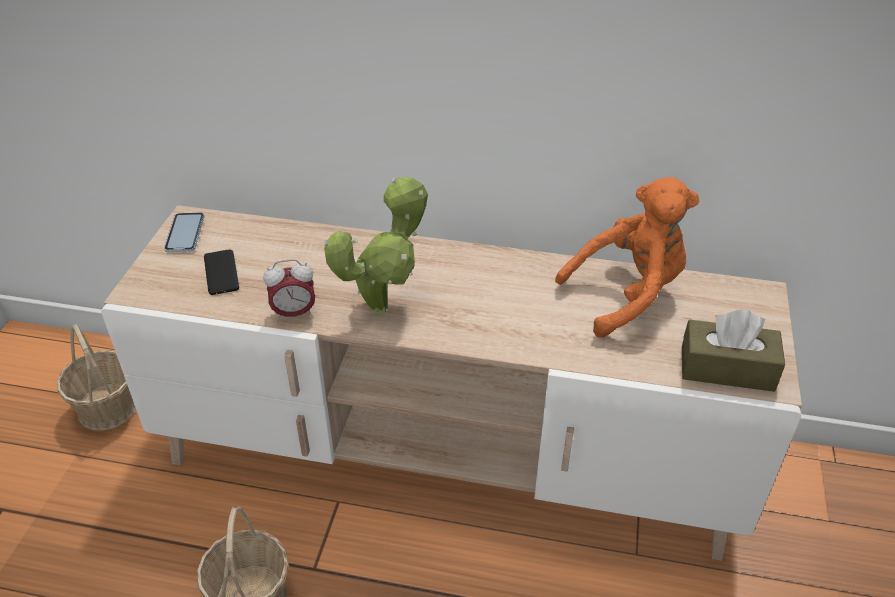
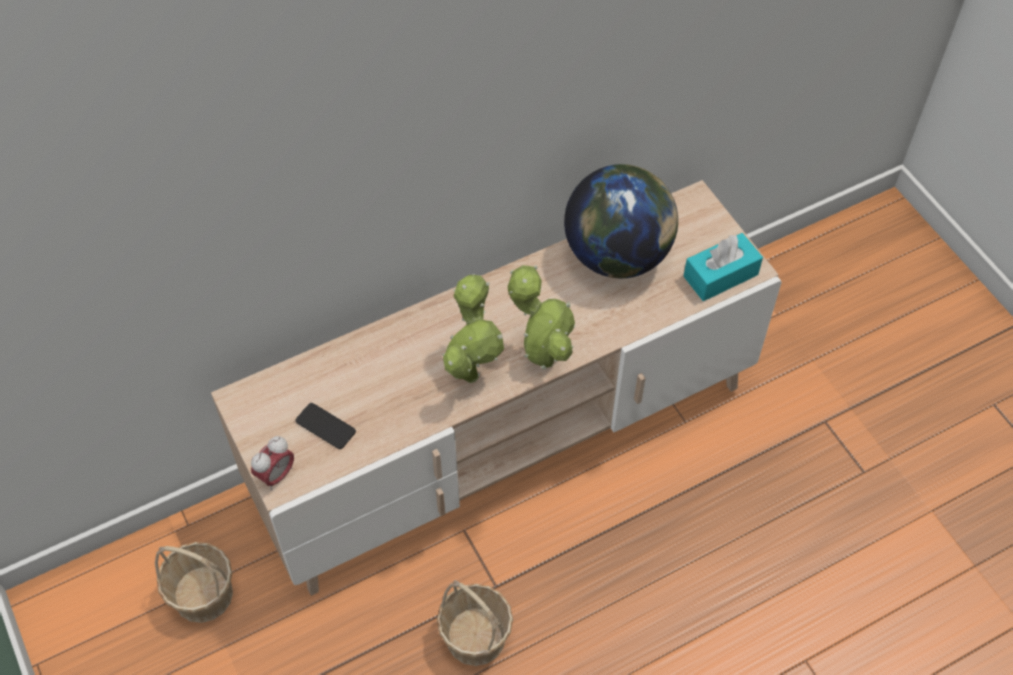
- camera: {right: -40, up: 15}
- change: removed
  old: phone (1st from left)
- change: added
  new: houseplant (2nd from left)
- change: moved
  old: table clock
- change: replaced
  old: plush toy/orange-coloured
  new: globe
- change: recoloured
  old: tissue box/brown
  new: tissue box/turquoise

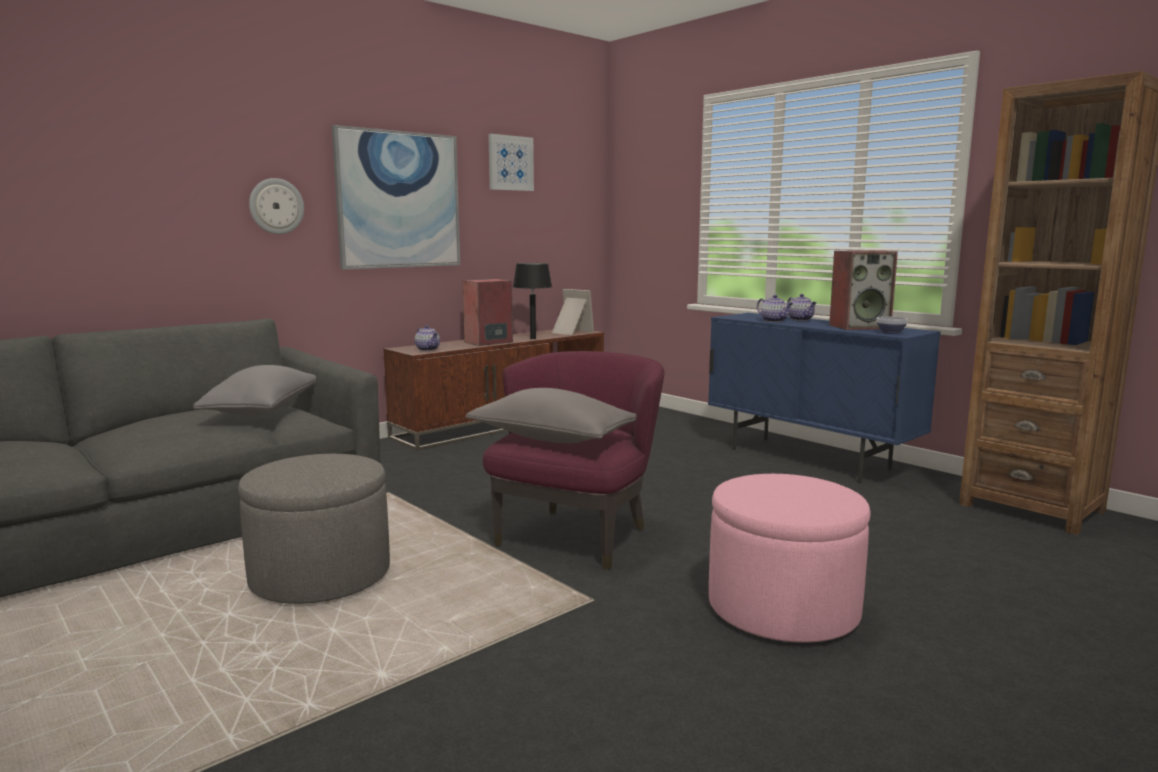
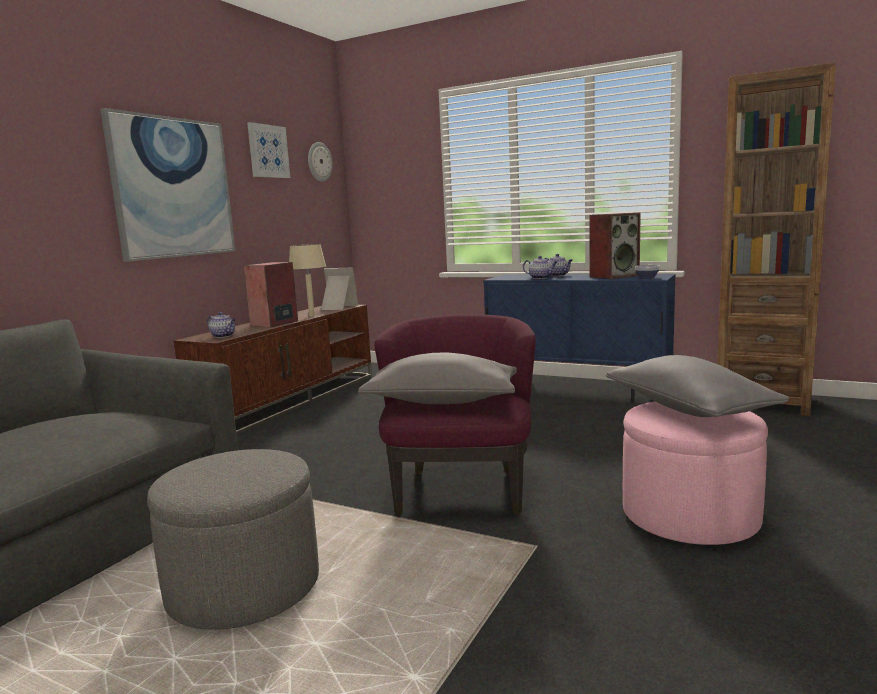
- camera: {right: -20, up: 0}
- change: moved
  old: cushion/greyish (1st from left in the first image)
  new: cushion/greyish (2nd from left)
- change: moved
  old: hanging clock
- change: recoloured
  old: lamp for a table/black
  new: lamp for a table/beige-coloured

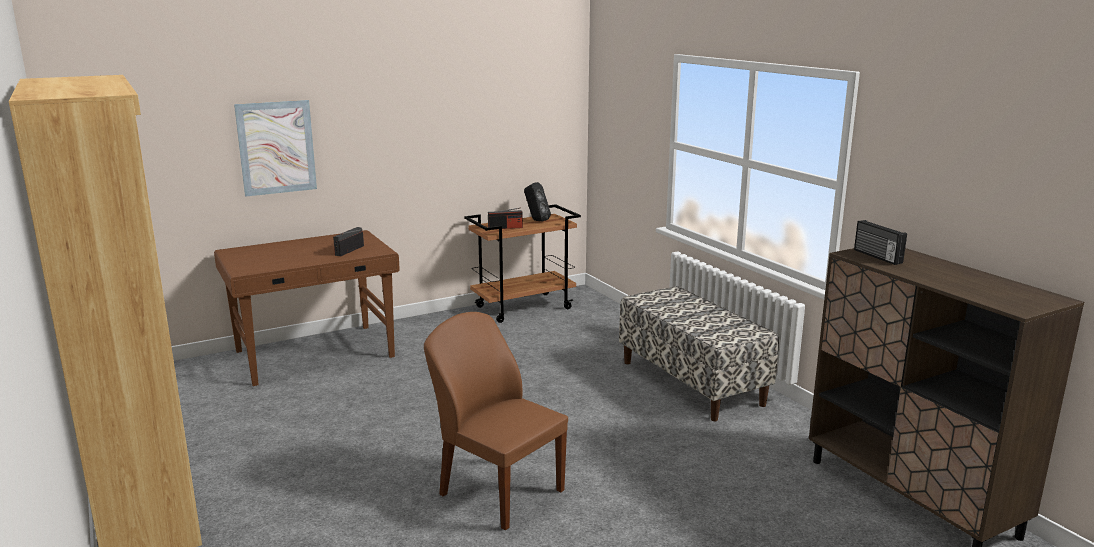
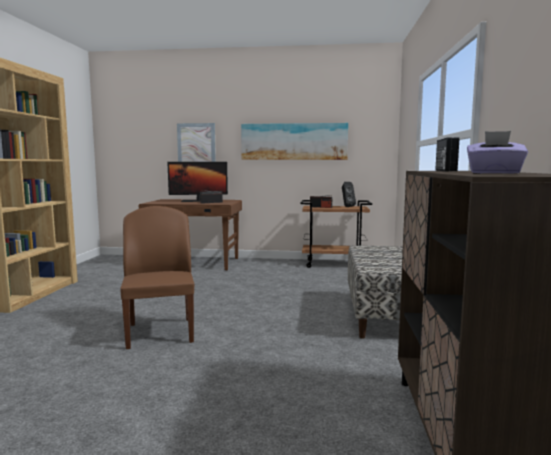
- camera: {right: 35, up: -10}
- change: added
  new: computer screen
- change: added
  new: picture (2nd from left)
- change: added
  new: tissue box/purple

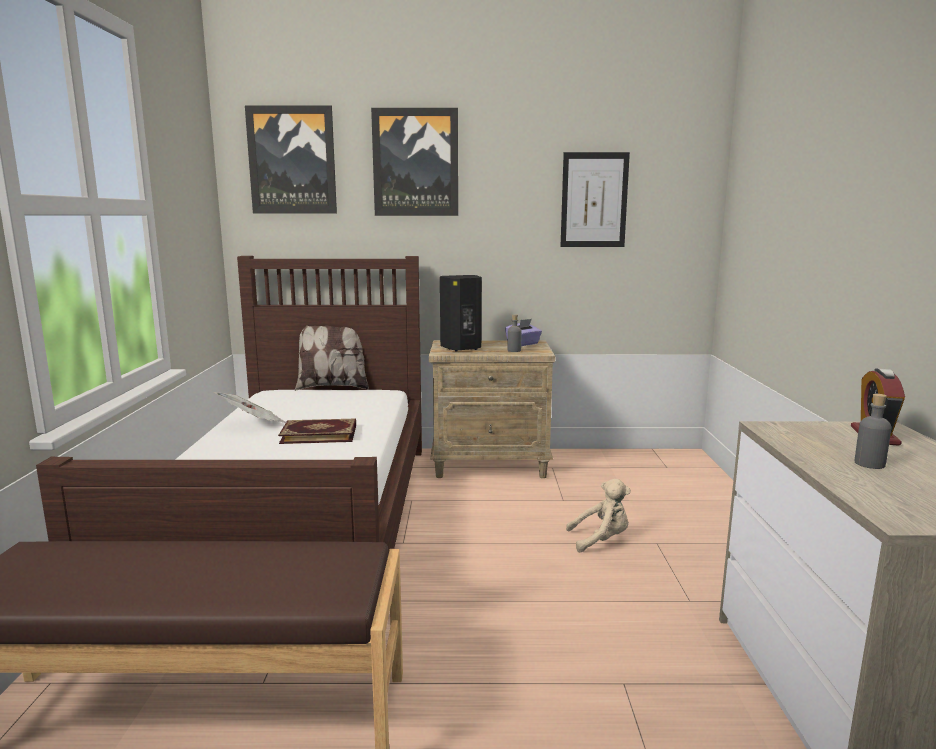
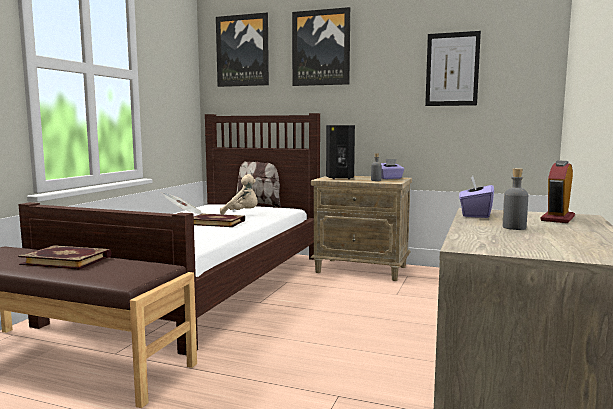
- camera: {right: 20, up: -5}
- change: added
  new: volume (1st from left)
- change: added
  new: tissue box/purple (2nd from left)
- change: moved
  old: plush toy/beige-coloured

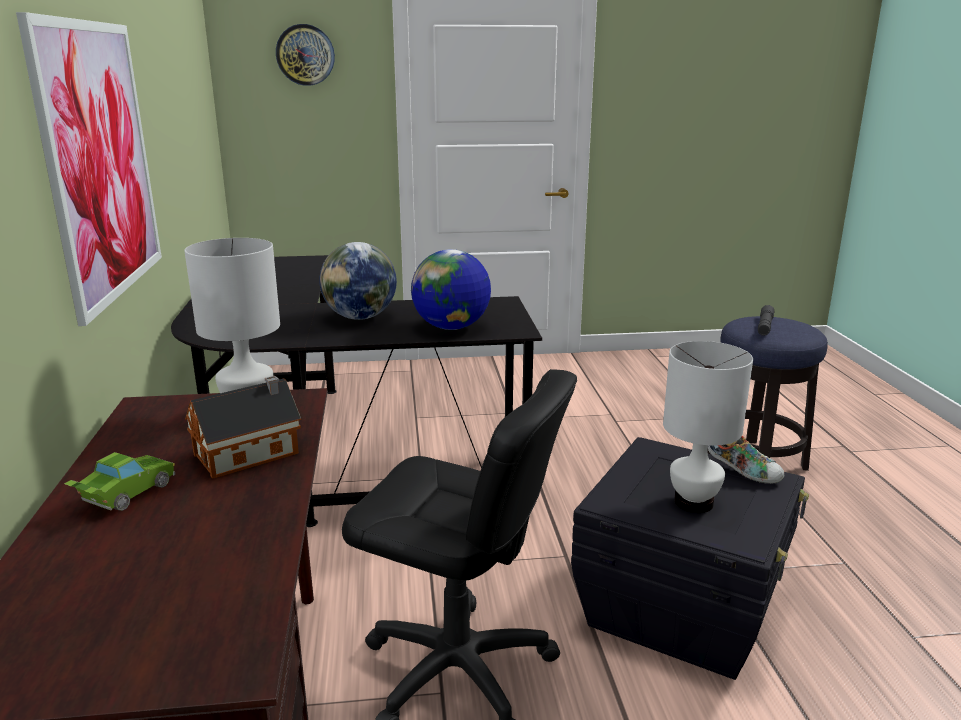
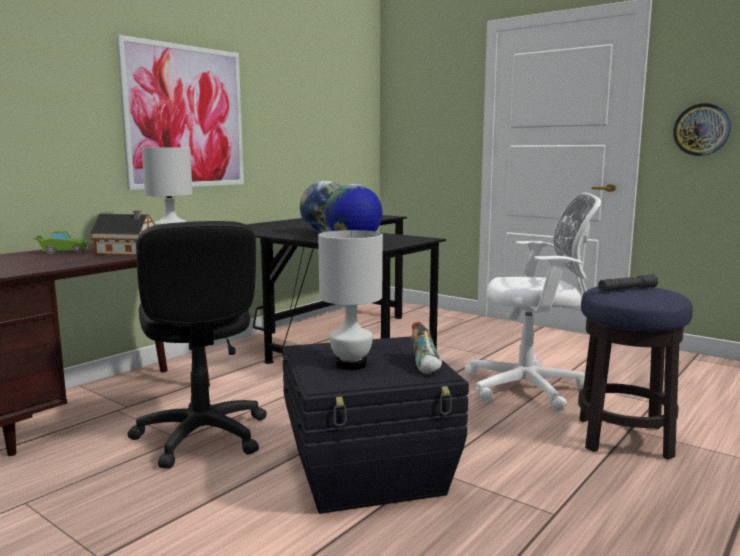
- camera: {right: 45, up: -10}
- change: added
  new: computer chair/whitish
- change: moved
  old: hanging clock

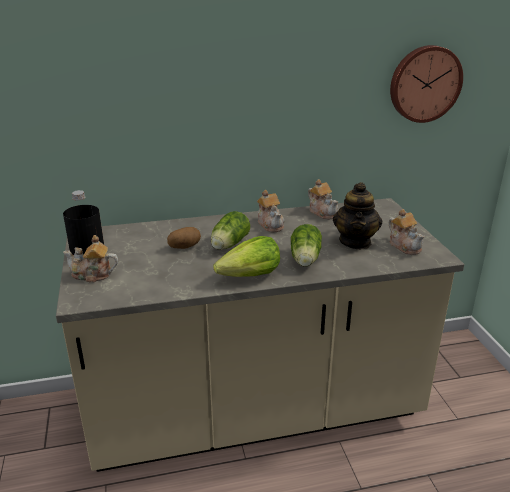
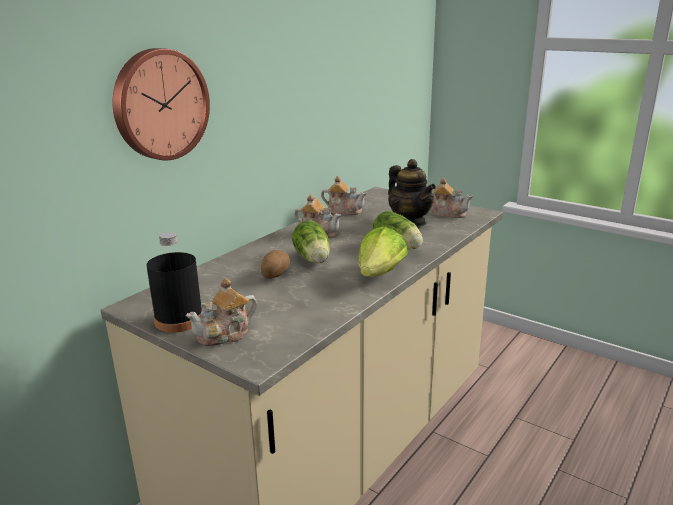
- camera: {right: -40, up: -5}
- change: moved
  old: hanging clock

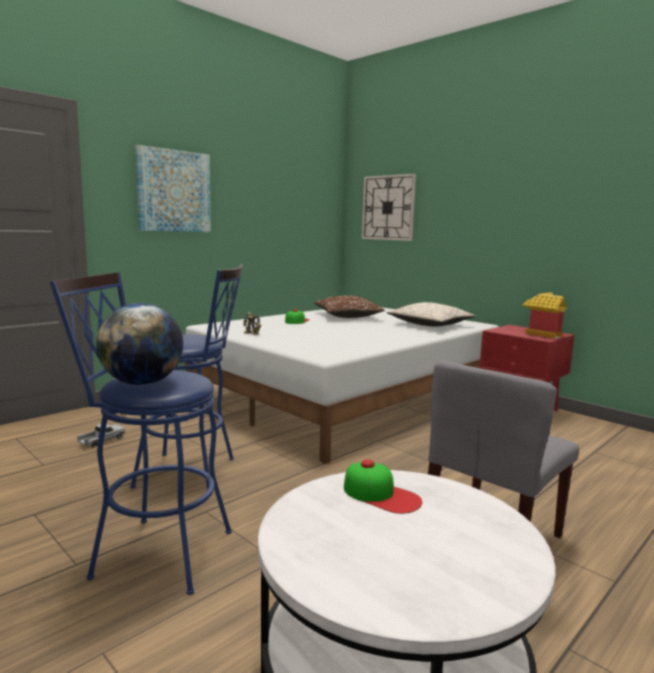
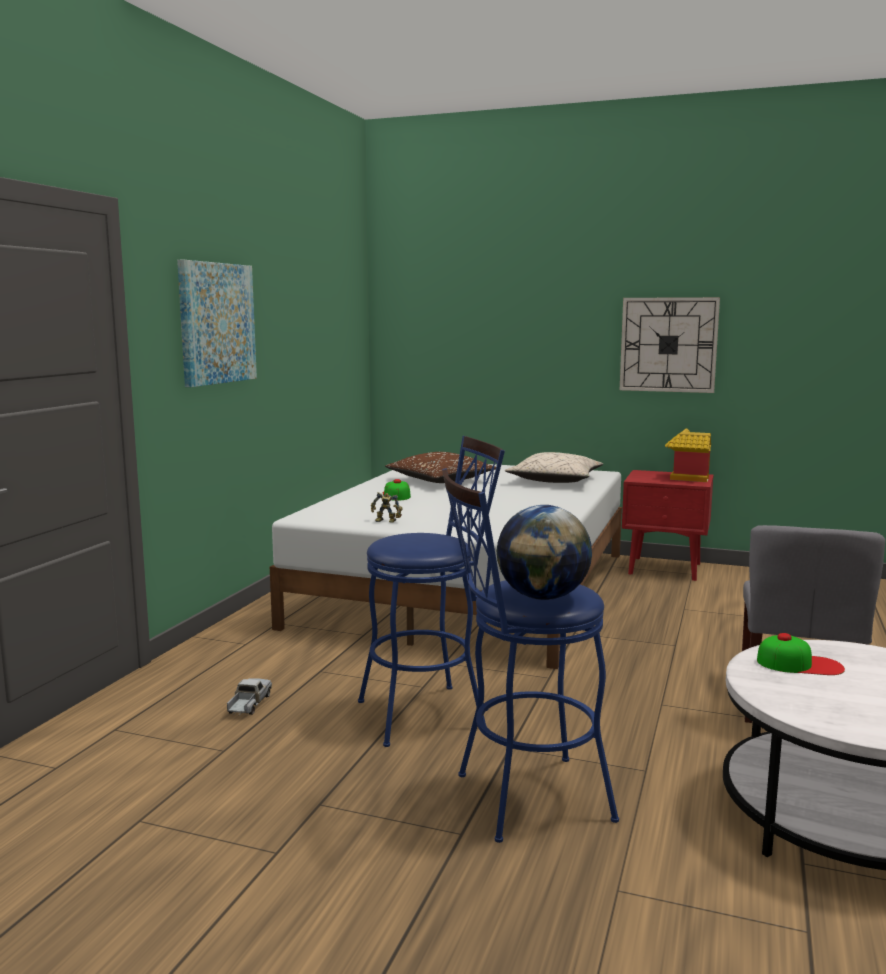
- camera: {right: -25, up: 0}
- change: moved
  old: hanging clock

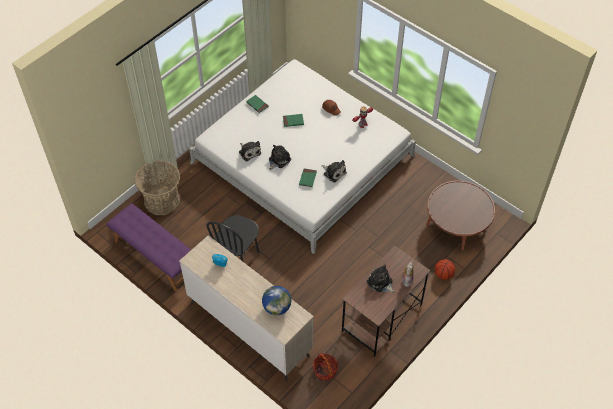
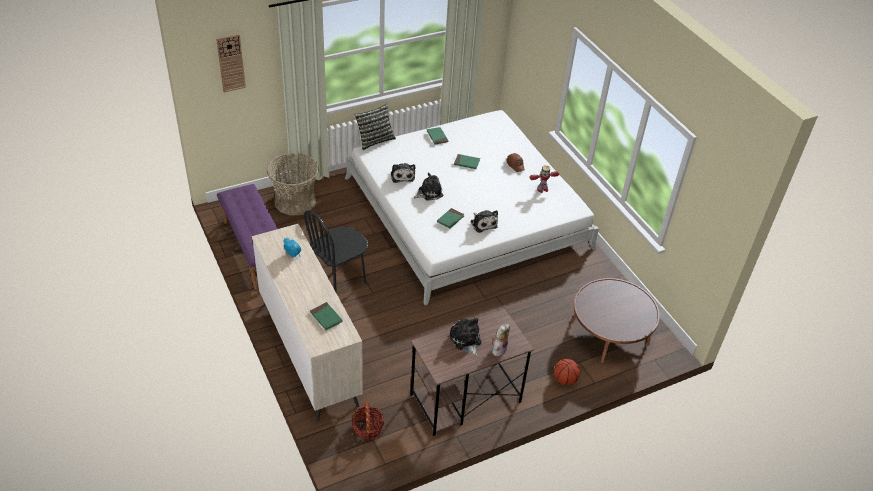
- camera: {right: 20, up: -10}
- change: added
  new: hanging clock
- change: added
  new: cushion
- change: replaced
  old: globe
  new: volume/green-coloured (1st from left)

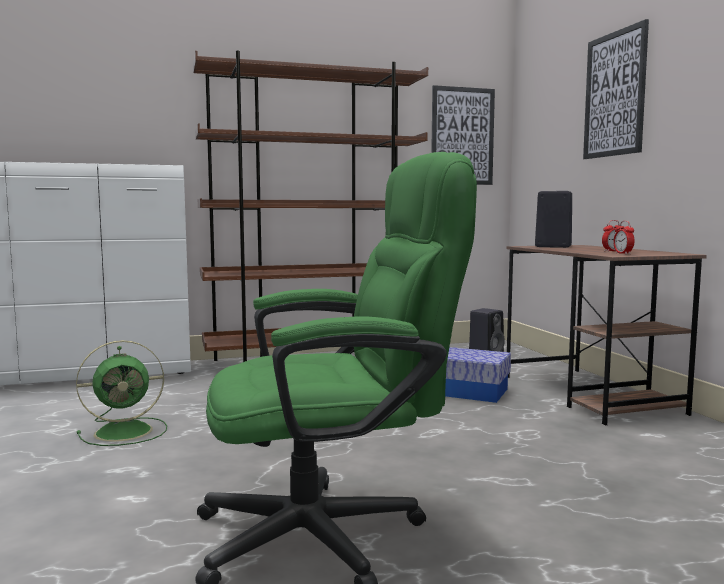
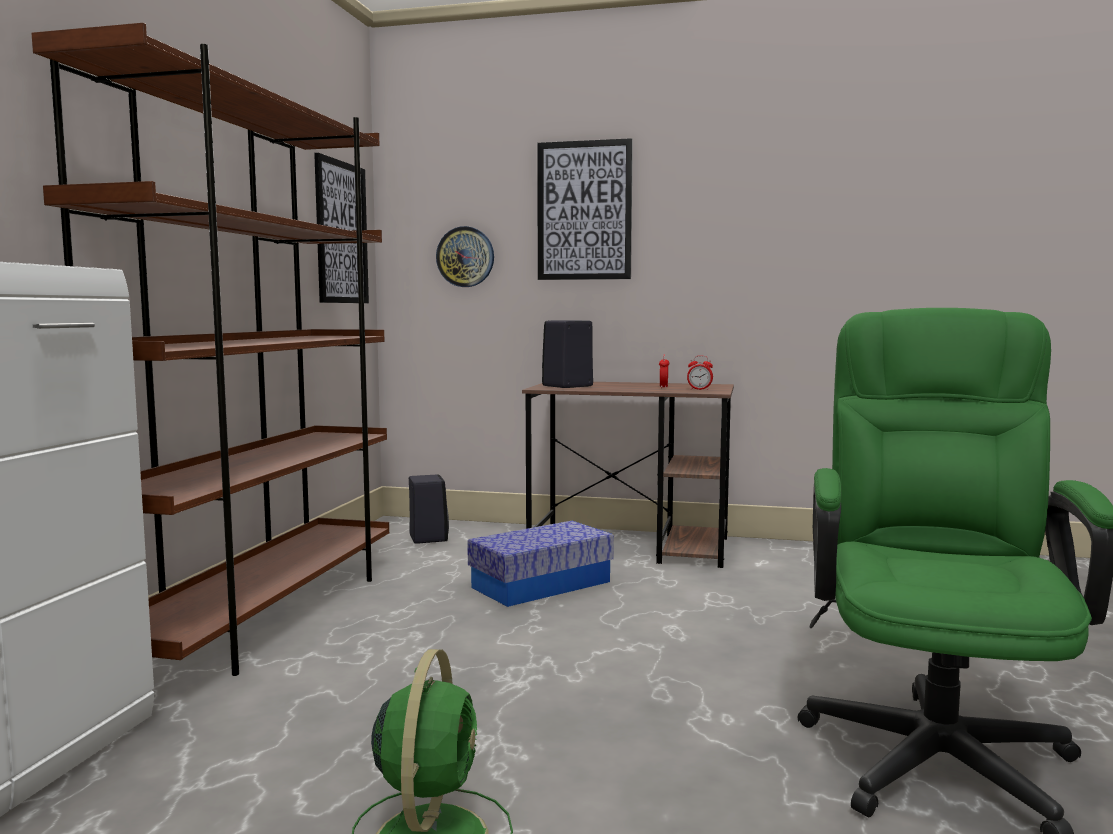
- camera: {right: -60, up: 0}
- change: added
  new: hanging clock

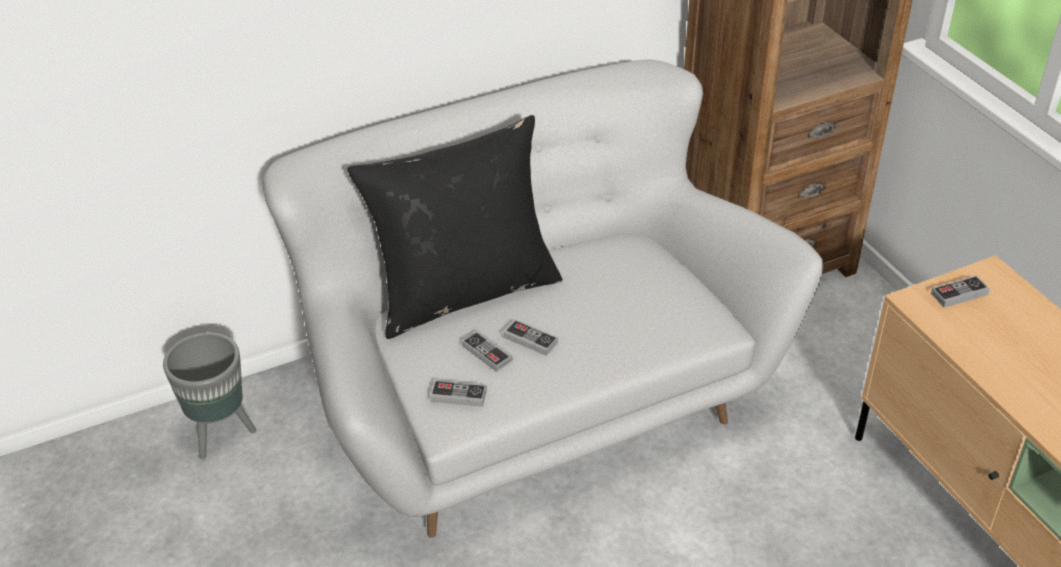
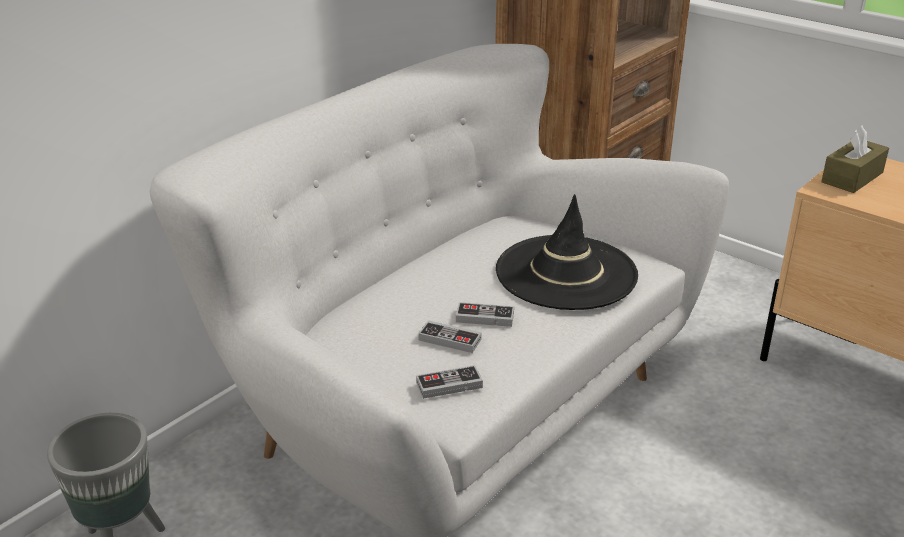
- camera: {right: -25, up: -10}
- change: removed
  old: cushion/black
- change: added
  new: clothing hat/black
- change: replaced
  old: joypad (4th from left)
  new: tissue box/brown

